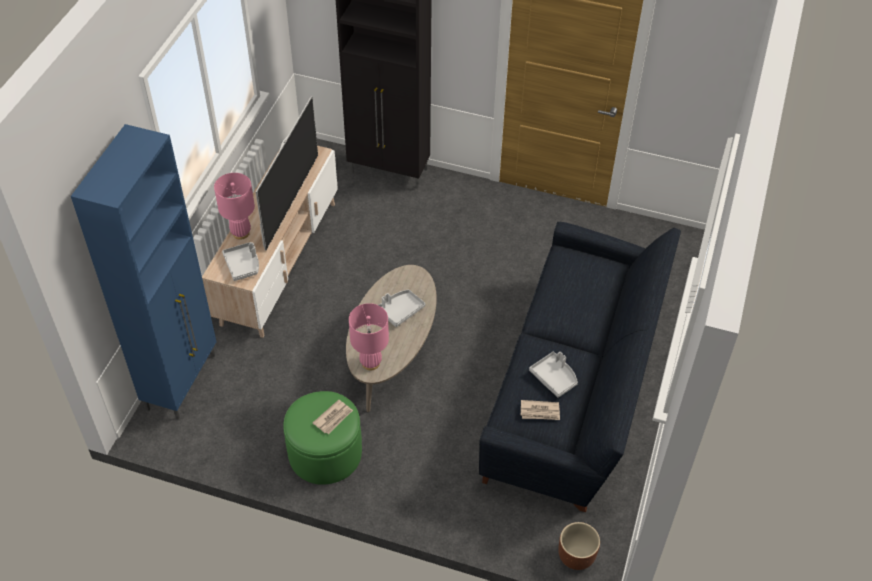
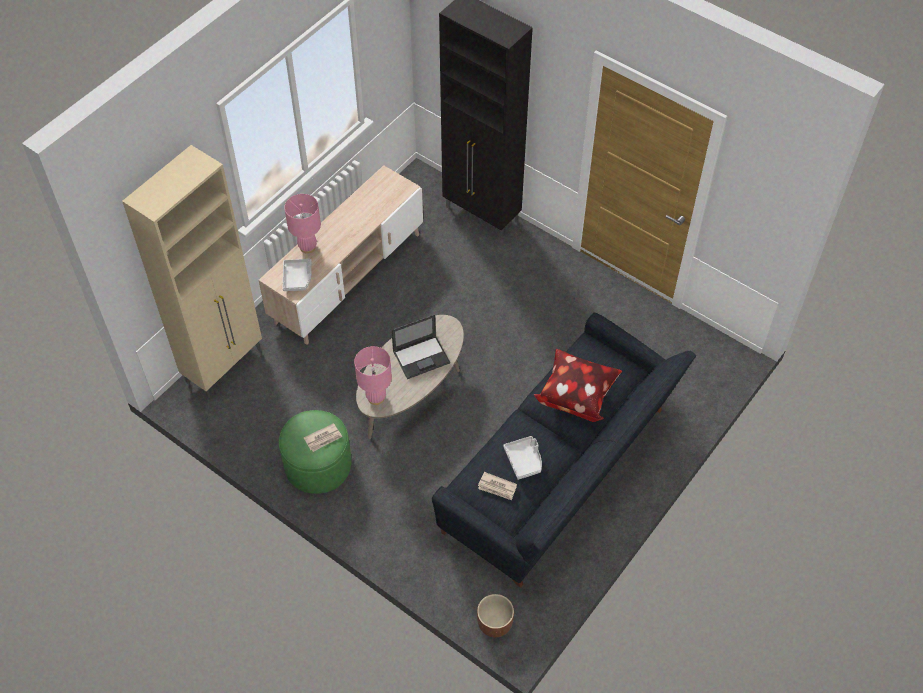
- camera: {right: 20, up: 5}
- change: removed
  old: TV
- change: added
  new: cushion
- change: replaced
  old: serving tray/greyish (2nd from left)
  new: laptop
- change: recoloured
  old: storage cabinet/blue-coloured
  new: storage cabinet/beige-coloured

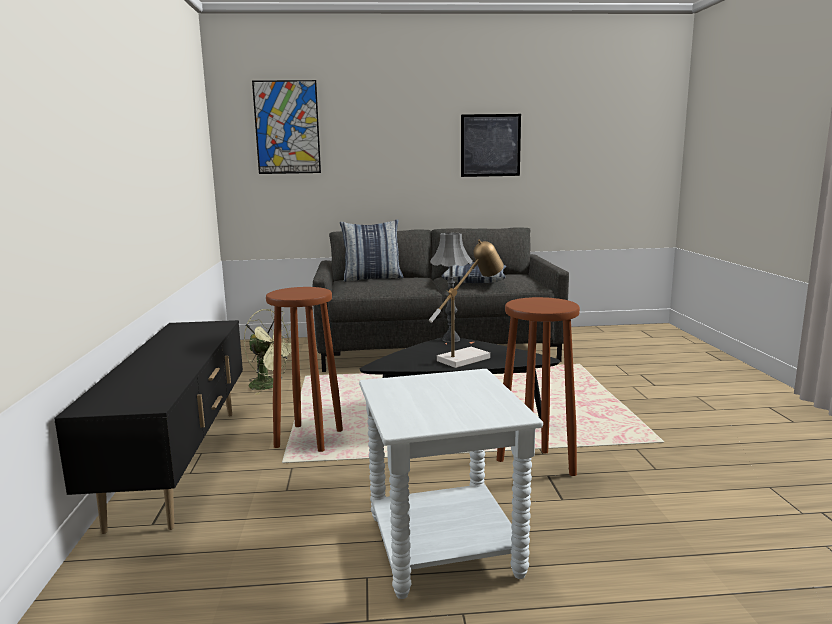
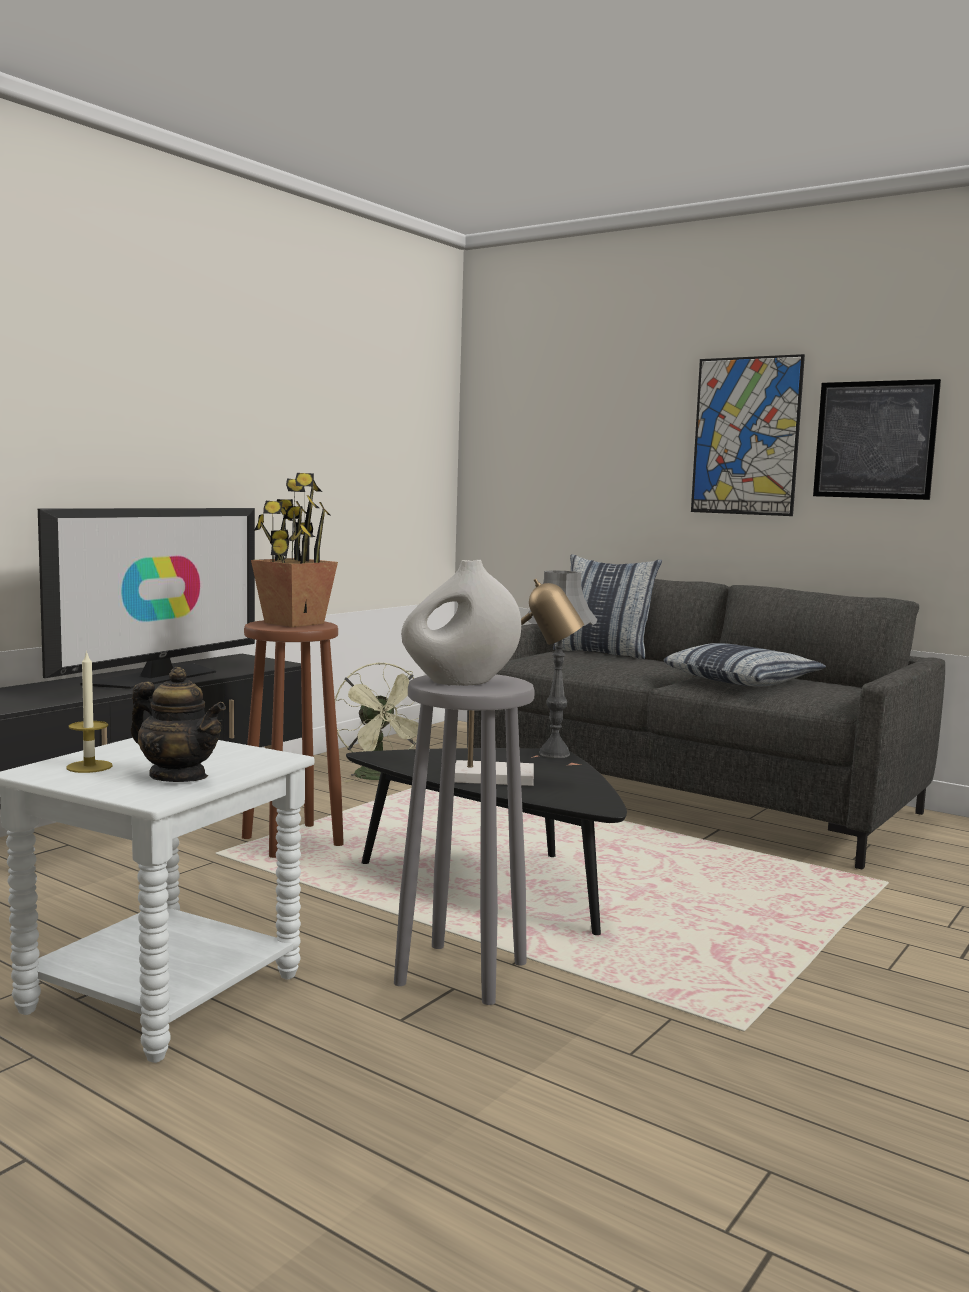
- camera: {right: 40, up: -5}
- change: added
  new: TV
- change: added
  new: wax light
- change: added
  new: tea pot
- change: added
  new: houseplant
- change: added
  new: decorative vase/whitish
- change: moved
  old: picture (1st from left)
- change: recoloured
  old: stool seat/brown (2nd from left)
  new: stool seat/greyish

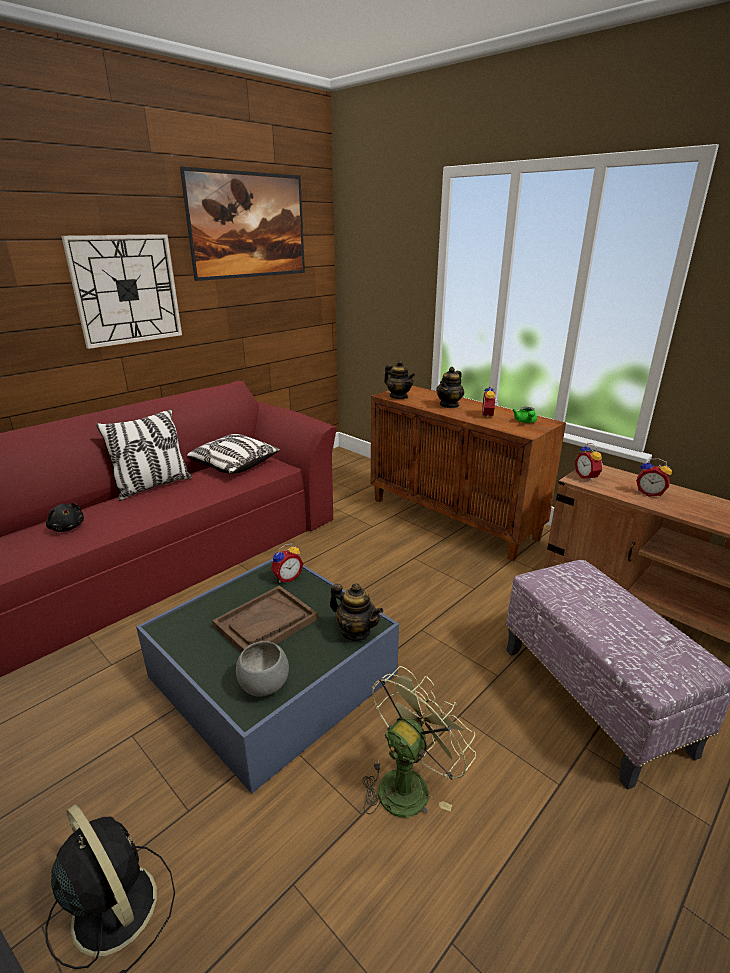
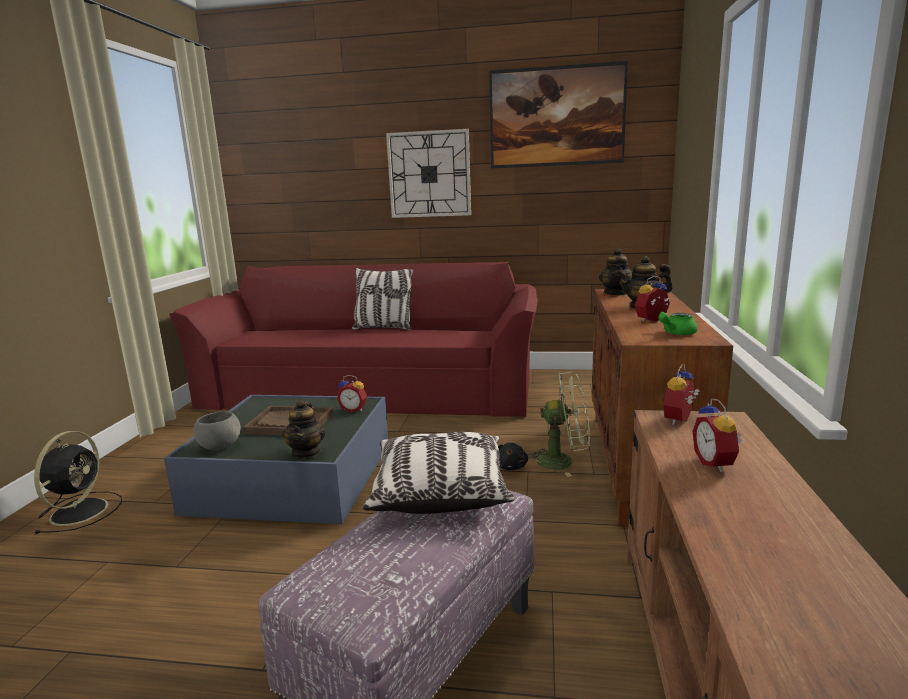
- camera: {right: 55, up: -10}
- change: moved
  old: plush toy/black
- change: moved
  old: cushion (2nd from left)
- change: moved
  old: electric fan/green-coloured

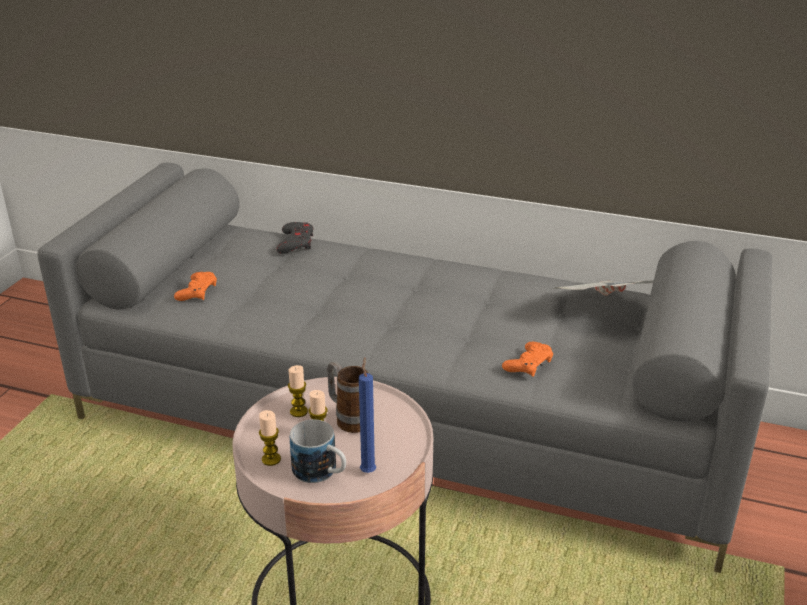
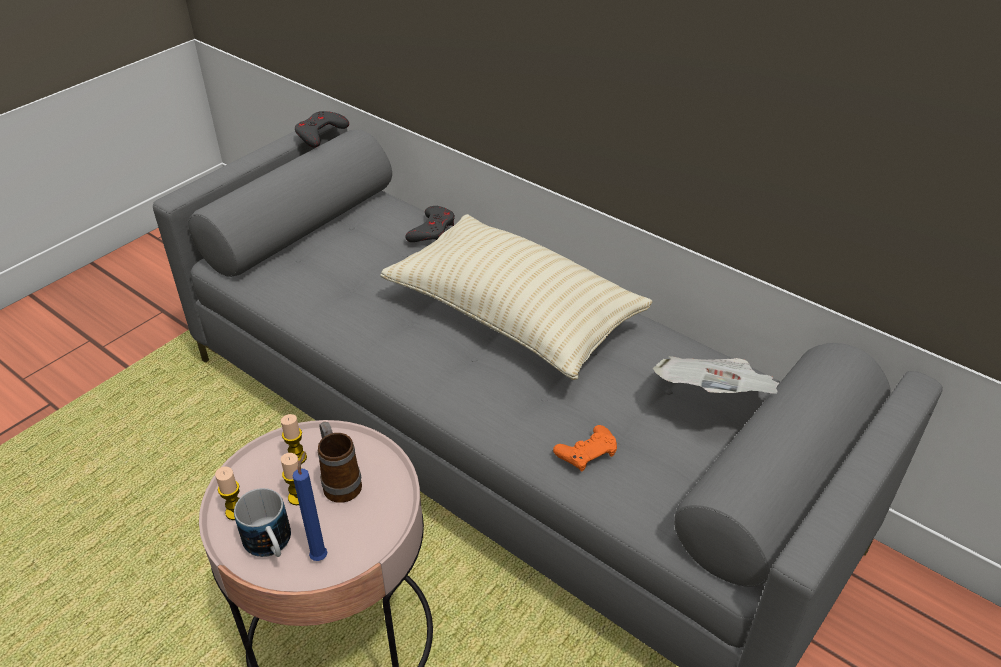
- camera: {right: 20, up: 10}
- change: removed
  old: joypad/orange-coloured (1st from left)
- change: added
  new: joypad/greyish (1st from left)
- change: added
  new: cushion/beige-coloured

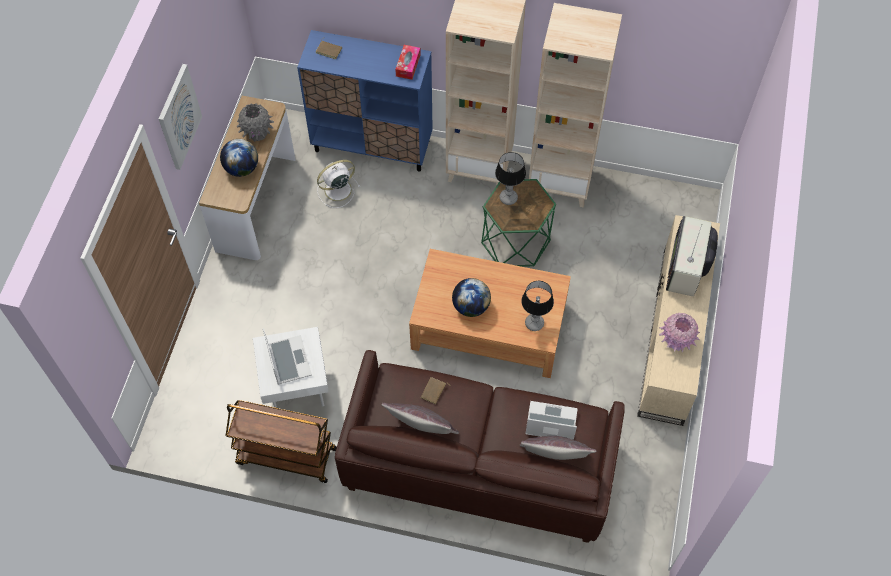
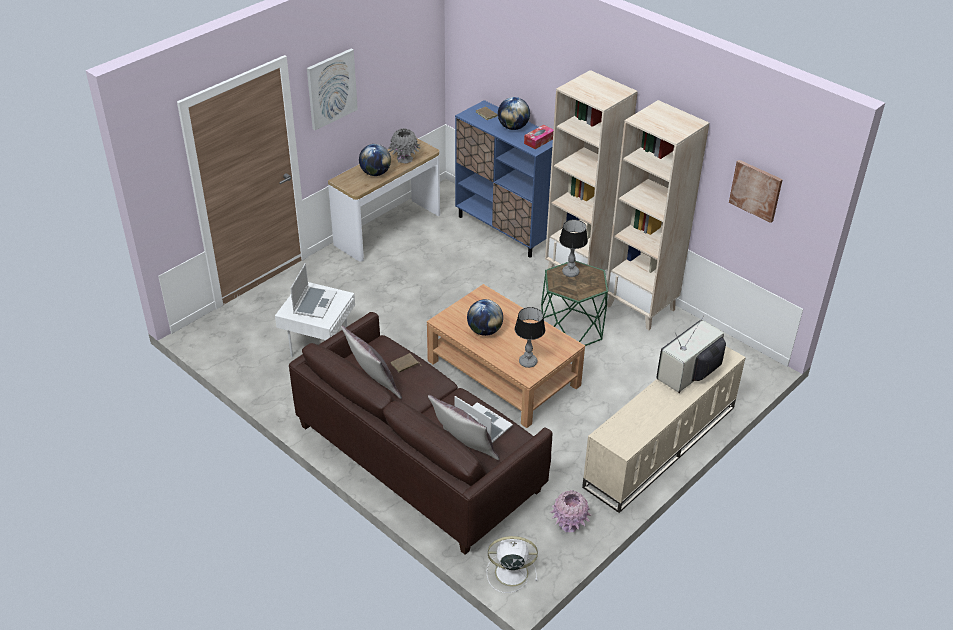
- camera: {right: 30, up: -20}
- change: removed
  old: wheeled cart/brown
- change: added
  new: globe (3rd from left)
- change: added
  new: picture (2nd from left)
- change: moved
  old: electric fan/whitish
- change: moved
  old: decorative vase/pinkish

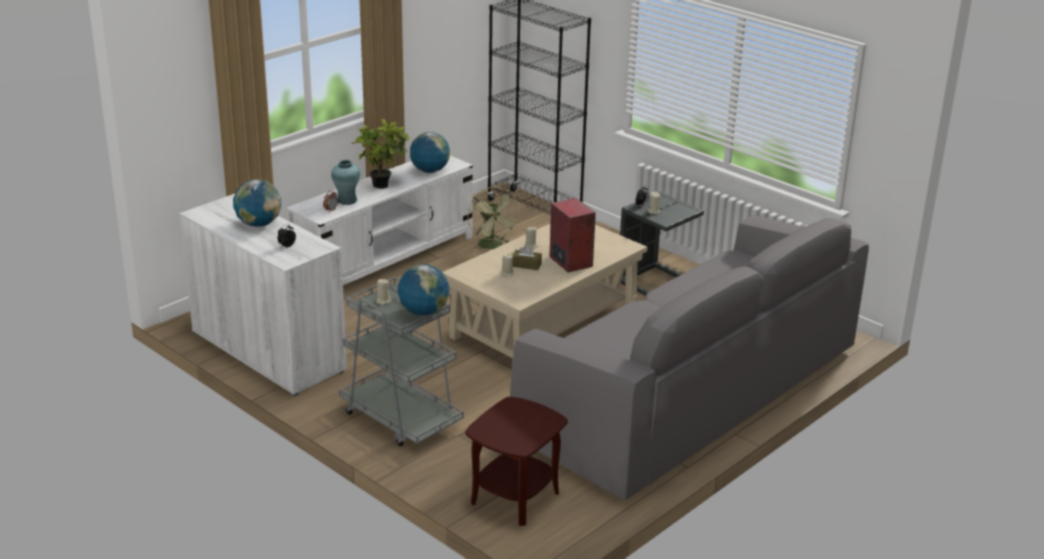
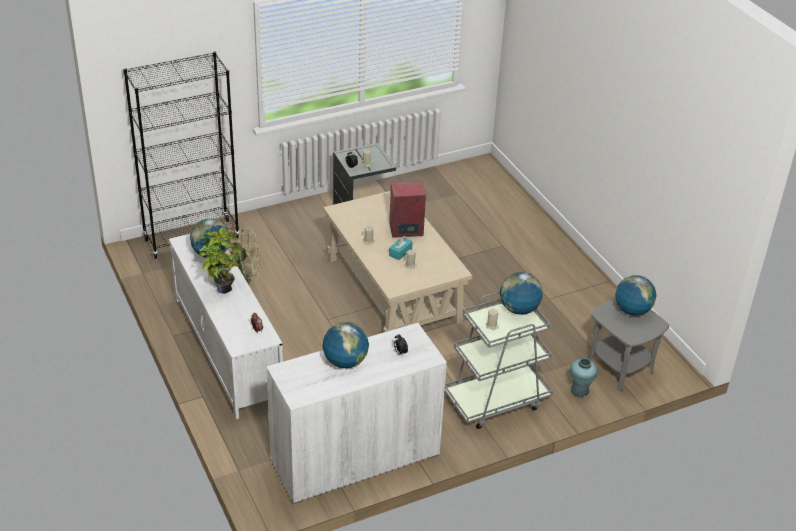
- camera: {right: -70, up: 10}
- change: removed
  old: couch/greyish
- change: added
  new: globe (4th from left)
- change: moved
  old: decorative vase/turquoise
- change: recoloured
  old: accent table/brown
  new: accent table/greyish (2nd from left)
- change: recoloured
  old: tissue box/brown
  new: tissue box/turquoise

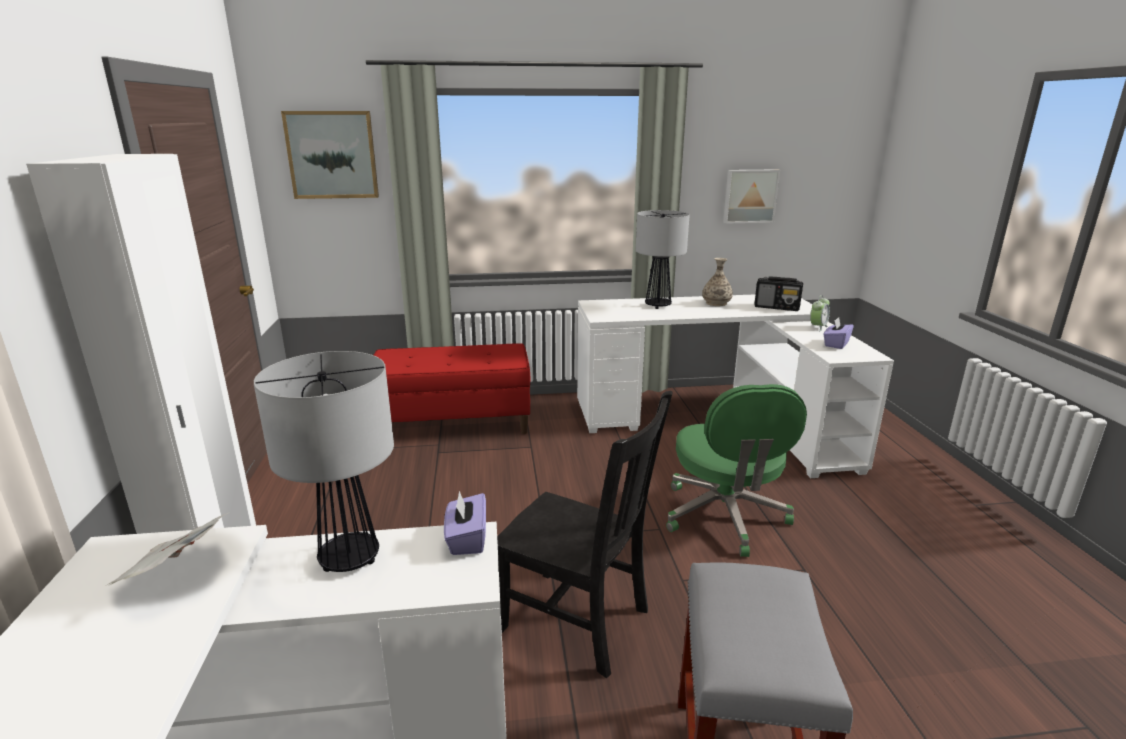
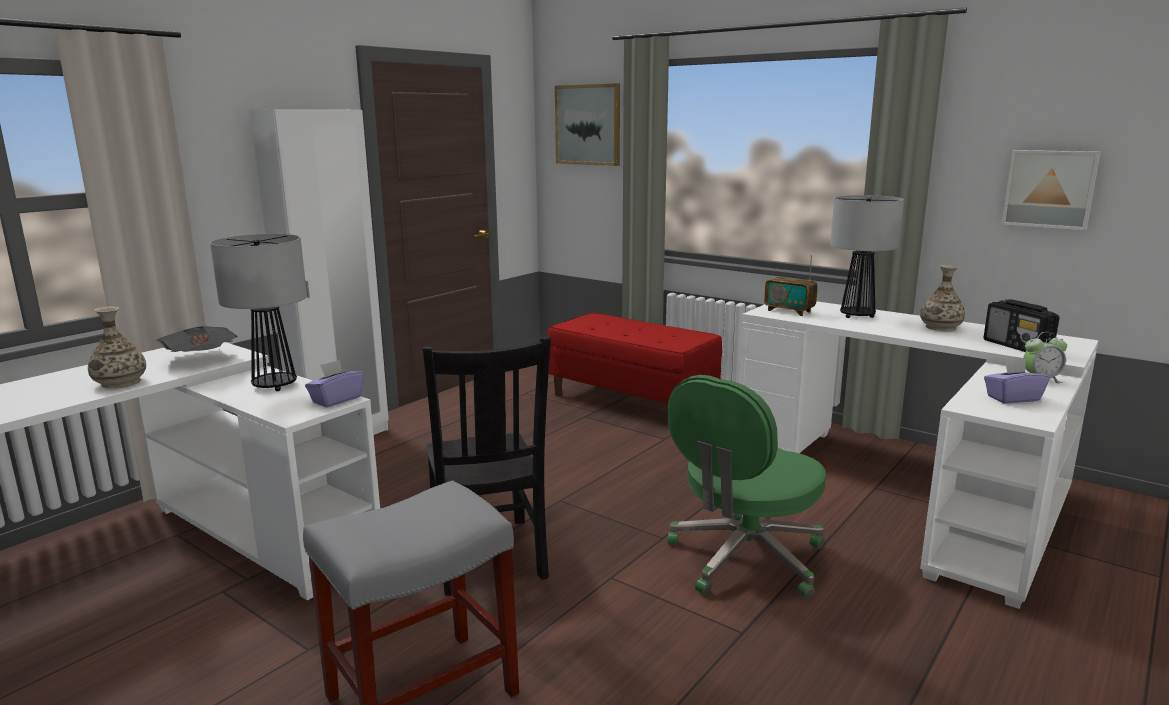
- camera: {right: 45, up: -5}
- change: added
  new: decorative vase (1st from left)
- change: added
  new: radio (1st from left)

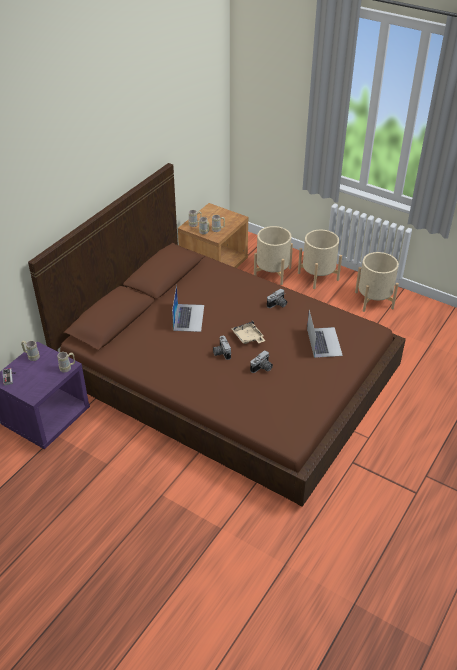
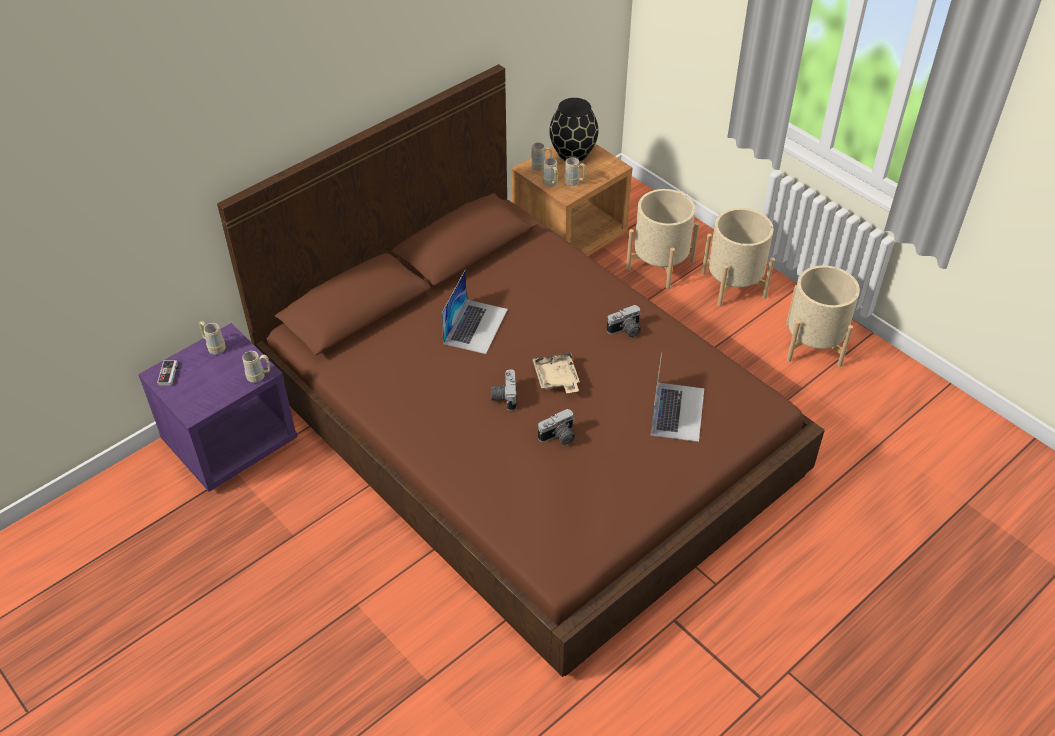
- camera: {right: 15, up: 5}
- change: added
  new: decorative vase/black

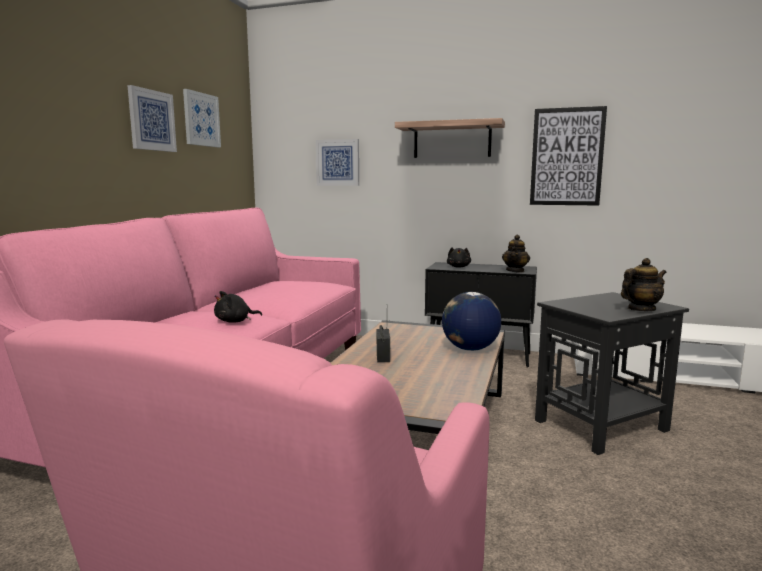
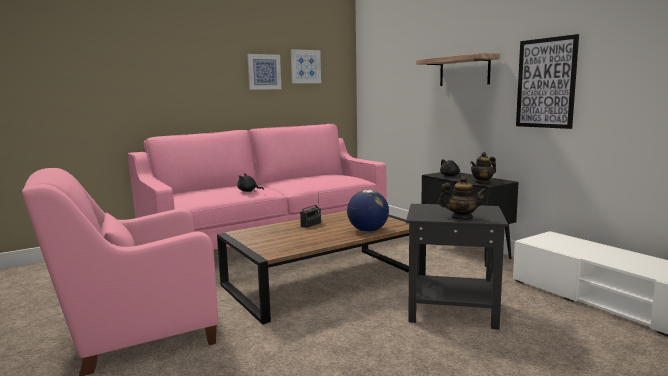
- camera: {right: 40, up: 0}
- change: removed
  old: picture (3rd from left)

